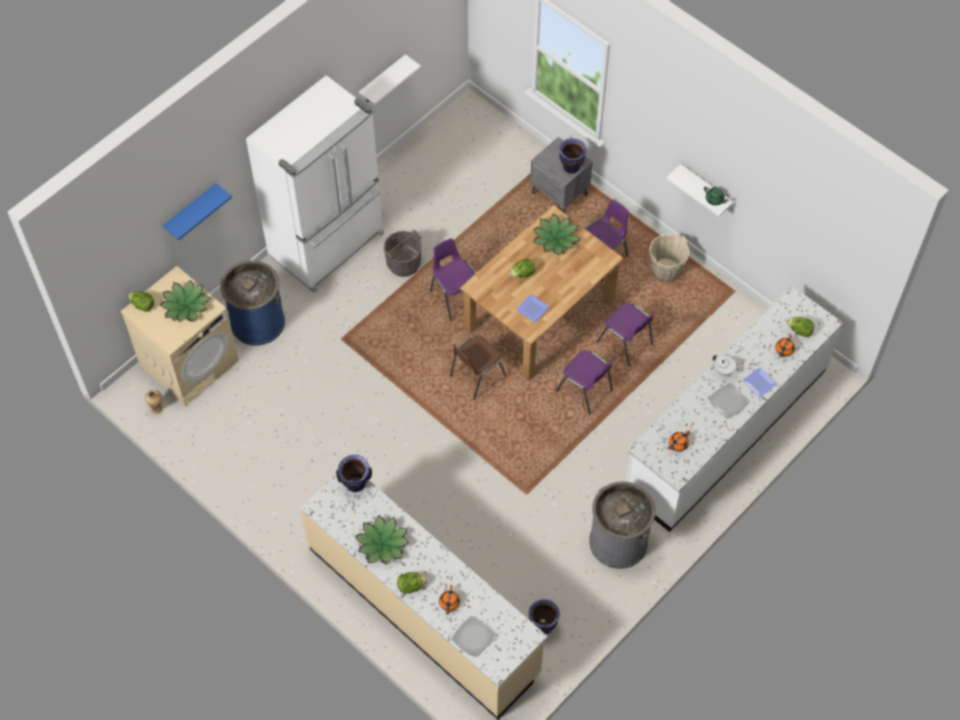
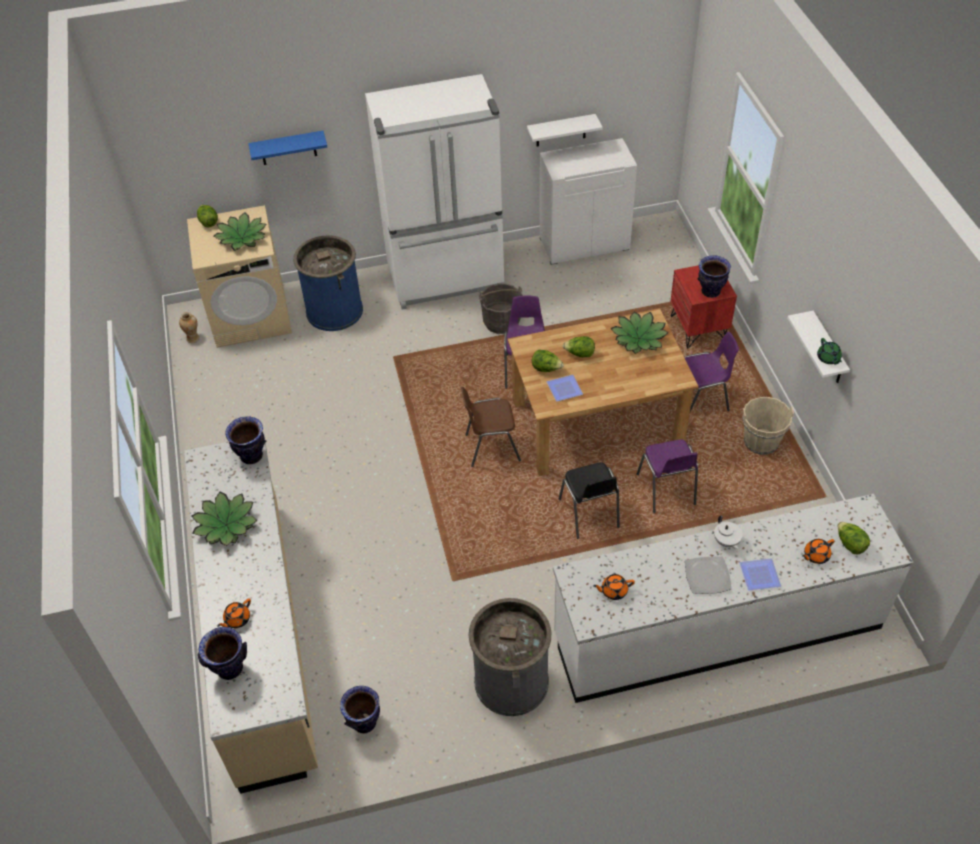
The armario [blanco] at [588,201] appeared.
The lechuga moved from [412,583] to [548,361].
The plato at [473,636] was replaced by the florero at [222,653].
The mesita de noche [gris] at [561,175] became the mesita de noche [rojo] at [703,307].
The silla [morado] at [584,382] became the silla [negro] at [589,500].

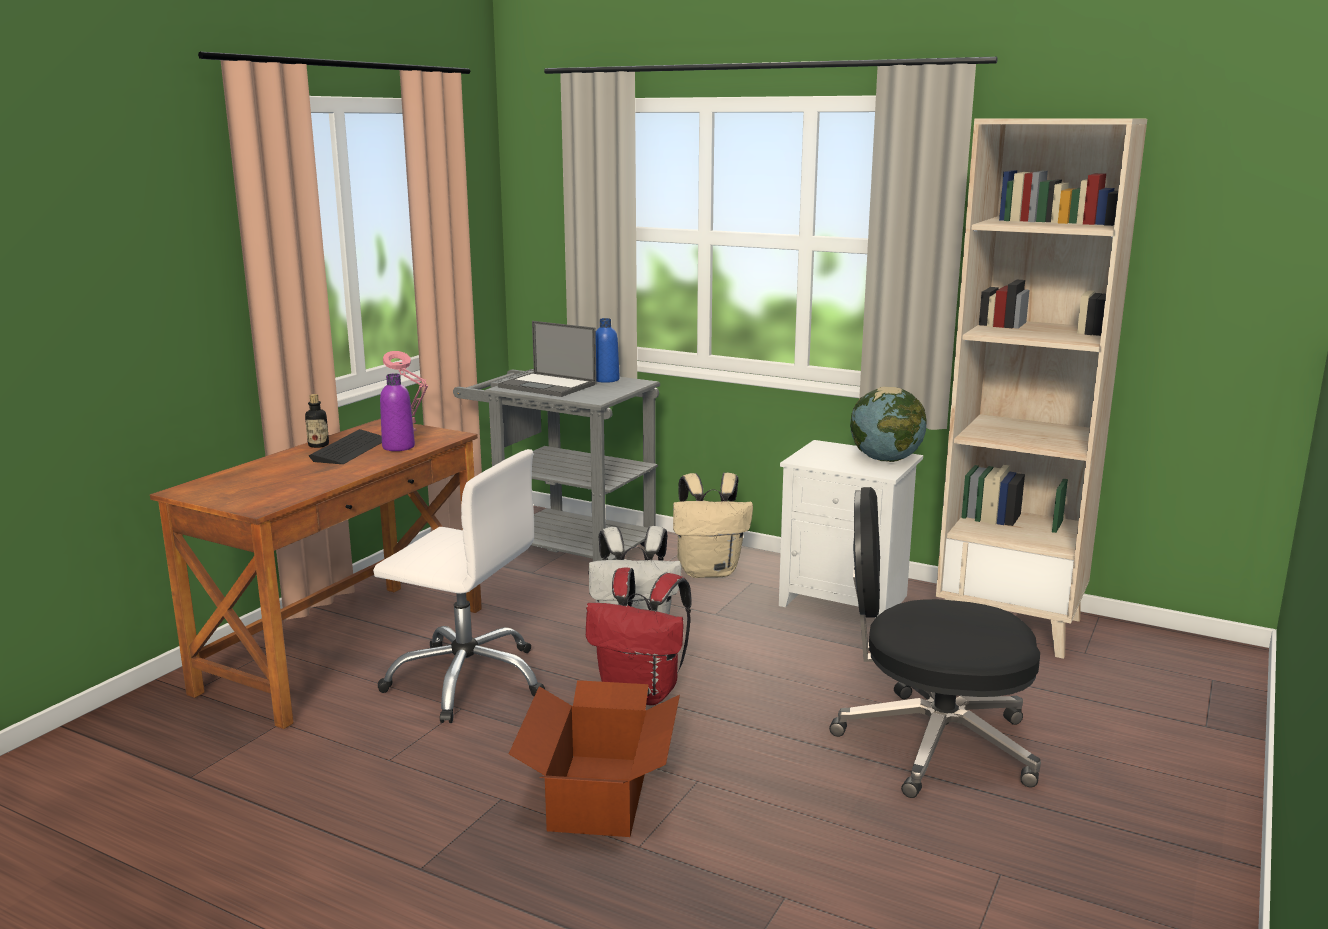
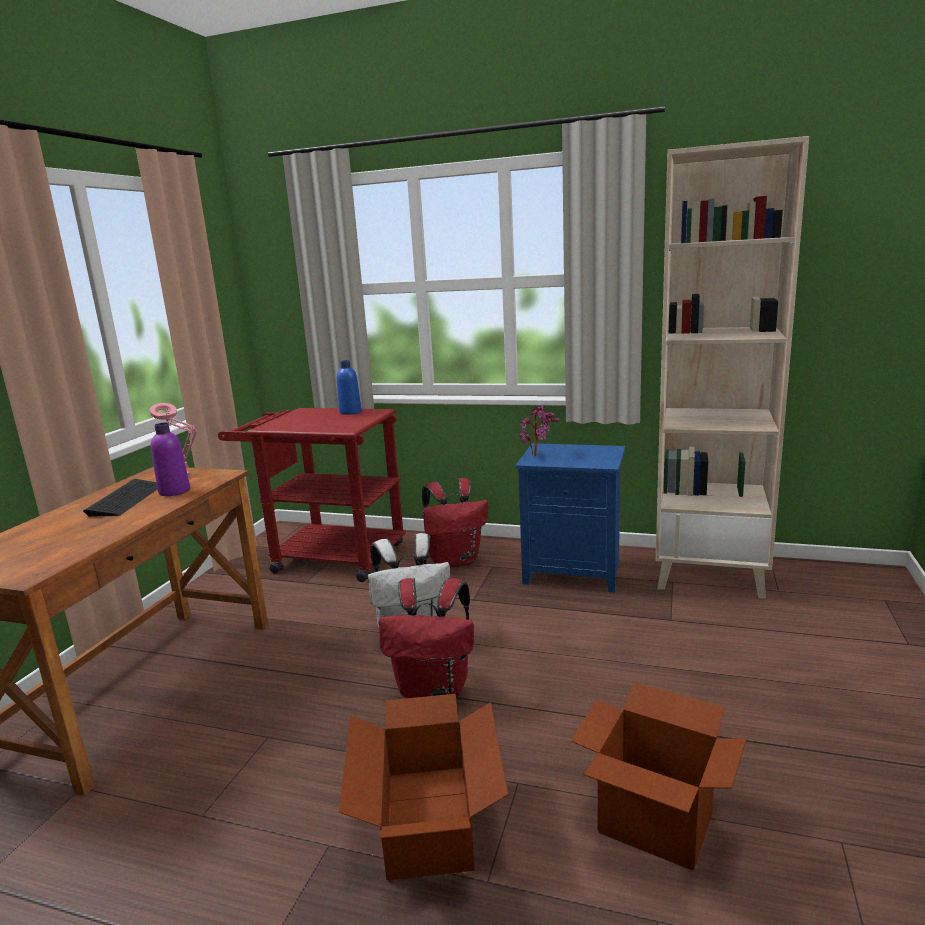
The botella at [317,421] disappeared.
The silla de oficina [blanco] at [459,586] disappeared.
The portátil at [547,359] disappeared.
The silla de oficina [negro] at [935,642] disappeared.
The globo terráqueo at [888,424] disappeared.
The planta en maceta at [539,430] appeared.
The caja de cartón at [659,776] appeared.
The carrito [gris] at [556,471] became the carrito [rojo] at [312,495].
The mochila [beis] at [713,525] became the mochila [rojo] at [455,523].
The mesita de noche [blanco] at [851,529] became the mesita de noche [azul] at [570,518].

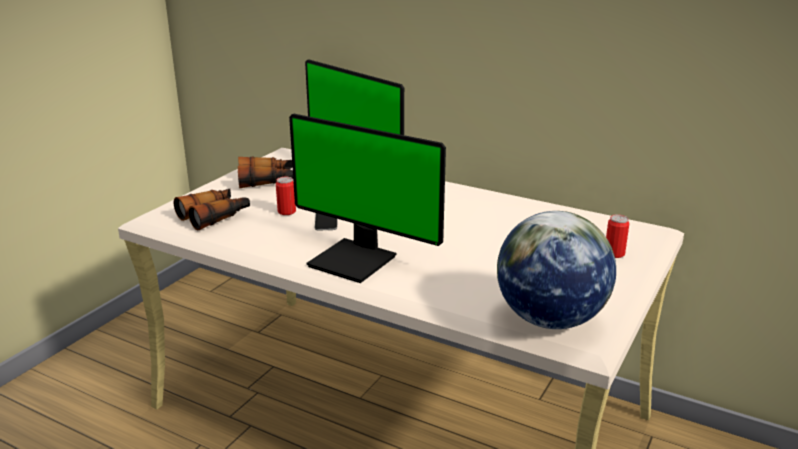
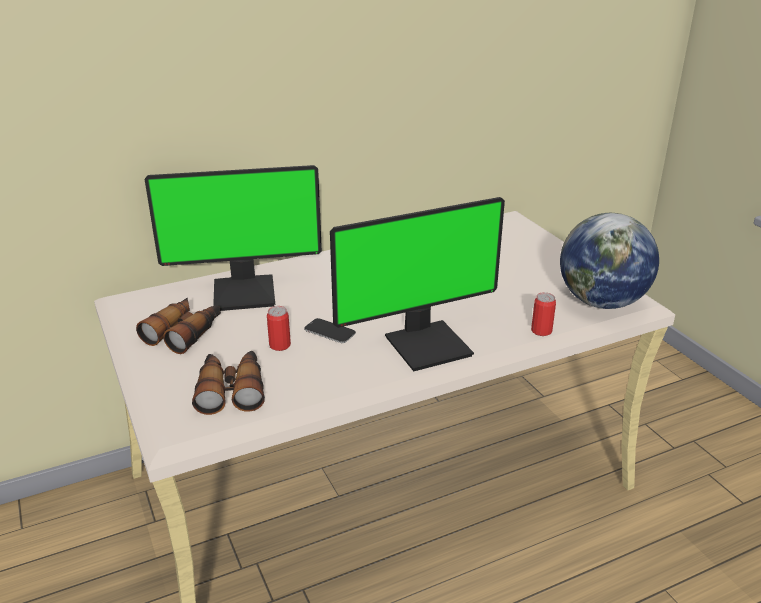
The lata moved from [617,236] to [543,314].

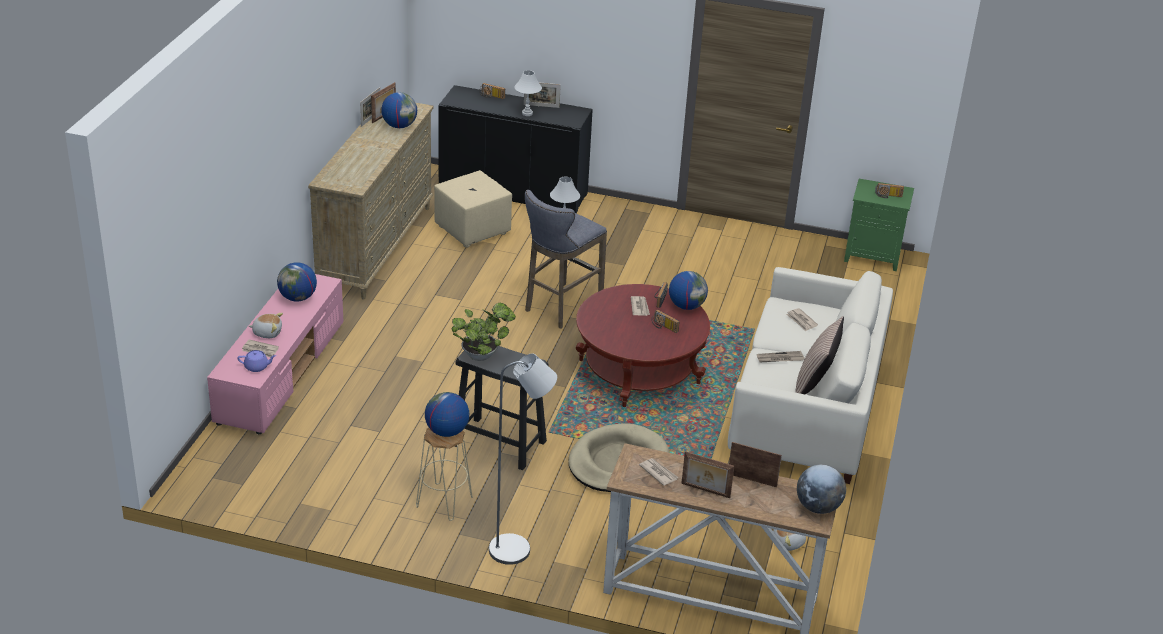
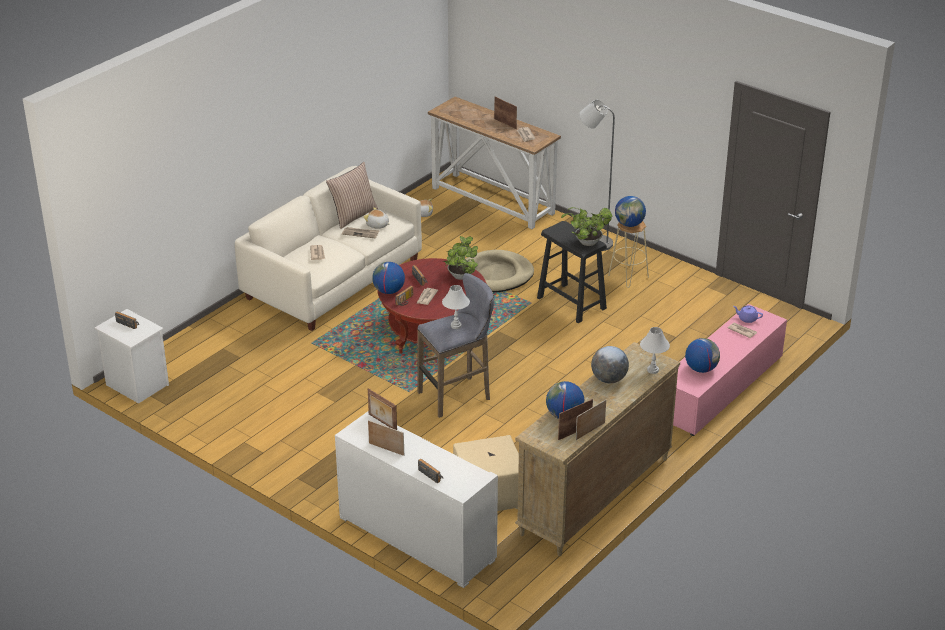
The planta en maceta at [460,258] appeared.
The peluche moved from [266,325] to [377,218].
The lámpara de mesa [blanco] moved from [528,93] to [655,350].
The portarretratos moved from [755,464] to [382,409].
The globo terráqueo moved from [821,489] to [610,364].
The armario [negro] at [515,149] became the armario [blanco] at [416,499].
The mesita de noche [verde] at [879,225] became the mesita de noche [blanco] at [132,356].

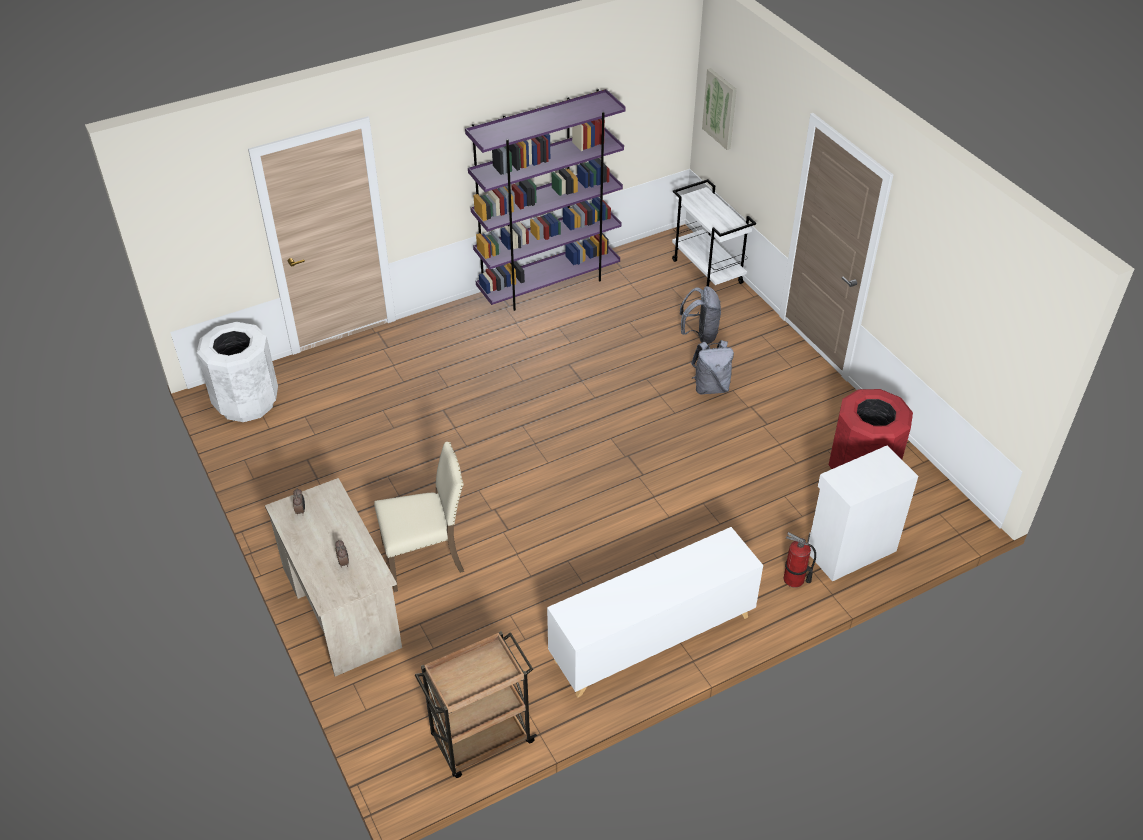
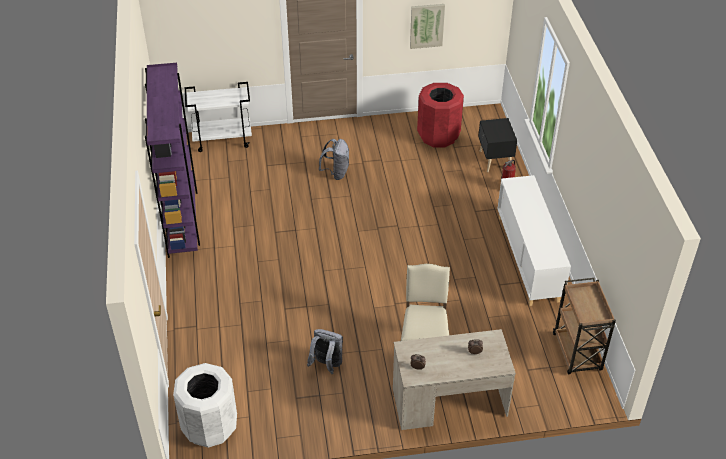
The mochila [gris] moved from [700,315] to [325,351].
The cuadro moved from [719,109] to [427,26].
The armario [blanco] at [862,513] was replaced by the mesita de noche [negro] at [497,145].

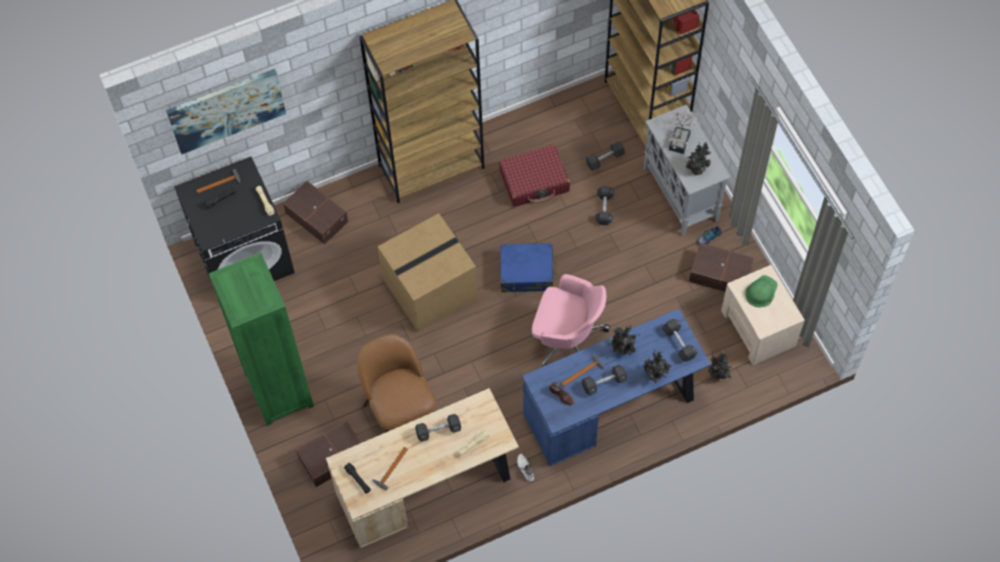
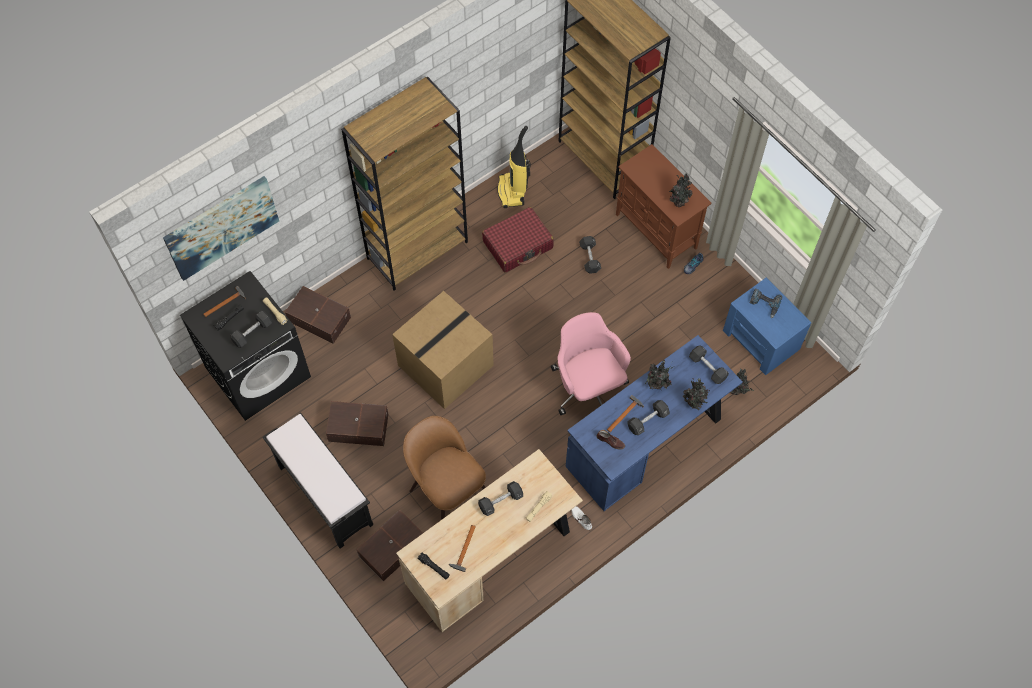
The maleta [azul] at [528,267] disappeared.
The planta en maceta at [682,131] disappeared.
The aspiradora at [514,167] appeared.
The mancuerna [negro] moved from [605,156] to [251,329].
The caja de almacenaje [marrón] moved from [721,267] to [357,423].
The estantería [verde] at [261,339] was replaced by the banco [negro] at [318,481].
The casco [verde] at [761,291] was replaced by the taladro at [766,303].
The armario [gris] at [687,170] became the armario [marrón] at [664,206].
The mesita de noche [beis] at [763,315] became the mesita de noche [azul] at [767,326].
The silla de oficina [rosa] at [571,320] turned 120 degrees counterclockwise.

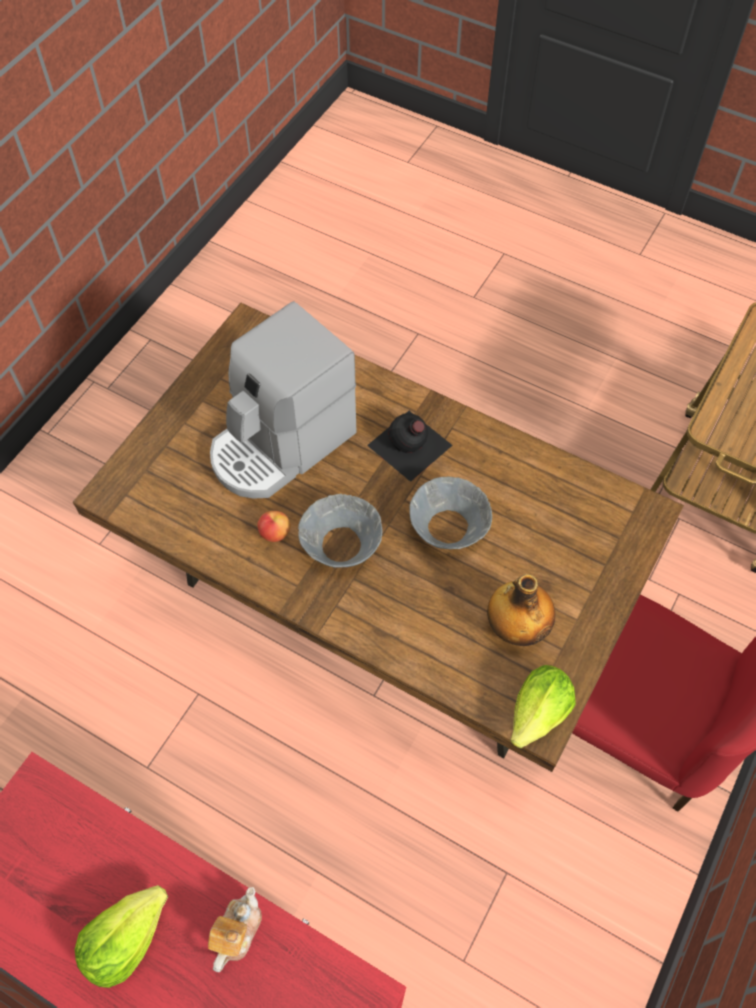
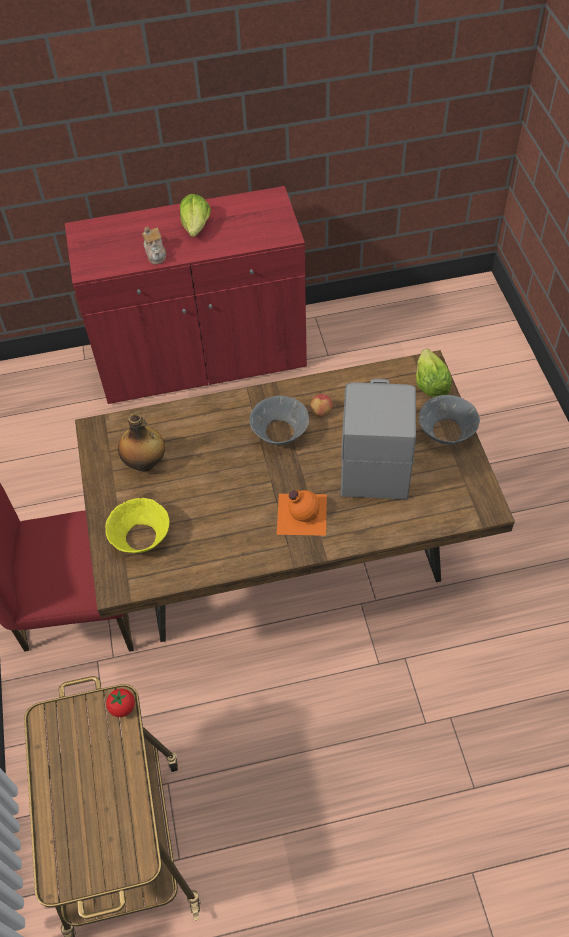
The cuenco [amarillo] at [137,525] appeared.
The tomate at [120,703] appeared.
The cuenco [gris] moved from [451,513] to [449,420].
The lechuga moved from [543,706] to [434,373].
The botella [negro] at [410,446] became the botella [naranja] at [302,513].

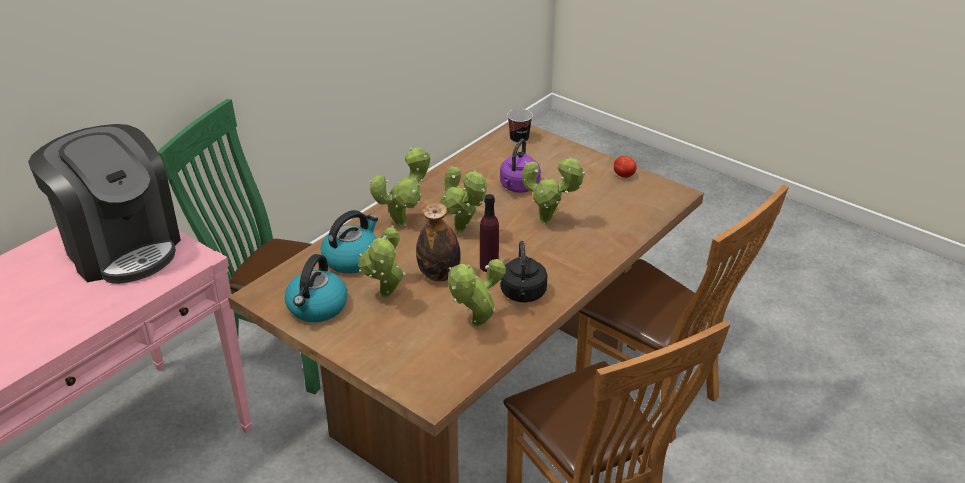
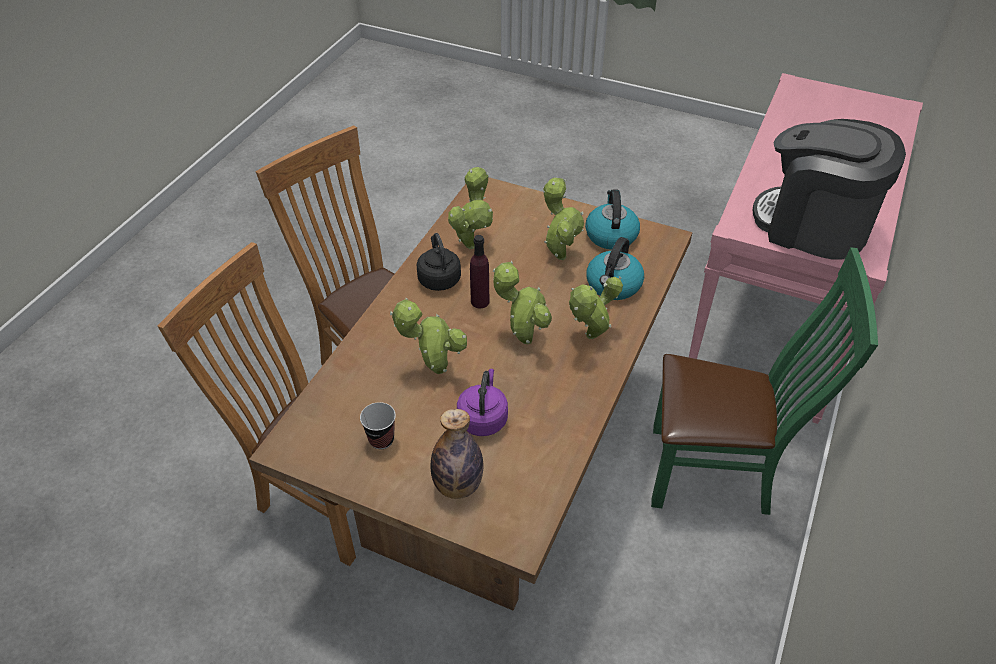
The tomate at [625,167] disappeared.
The botella moved from [438,242] to [457,454].
The taza moved from [520,126] to [378,425].

